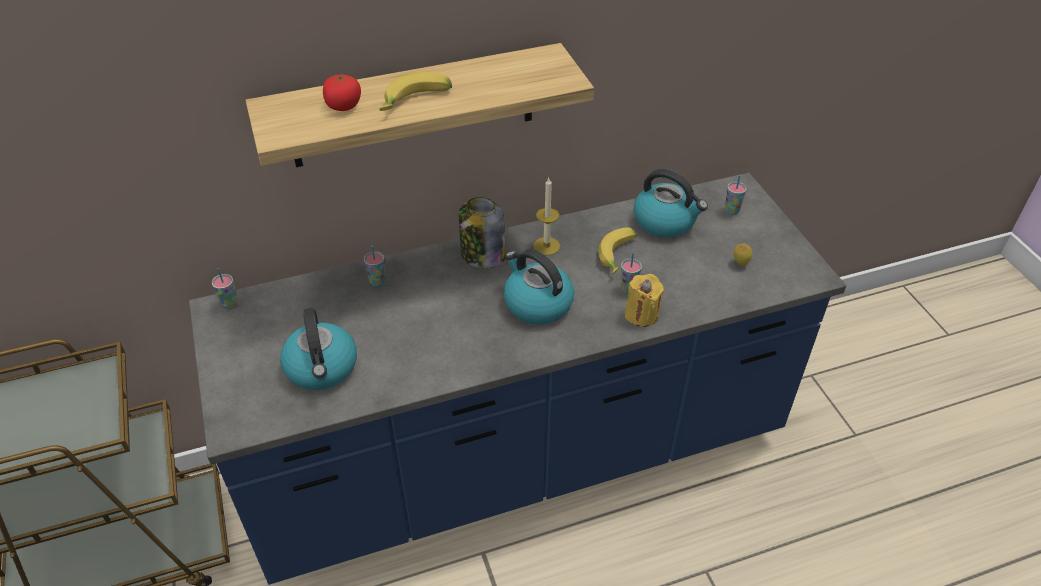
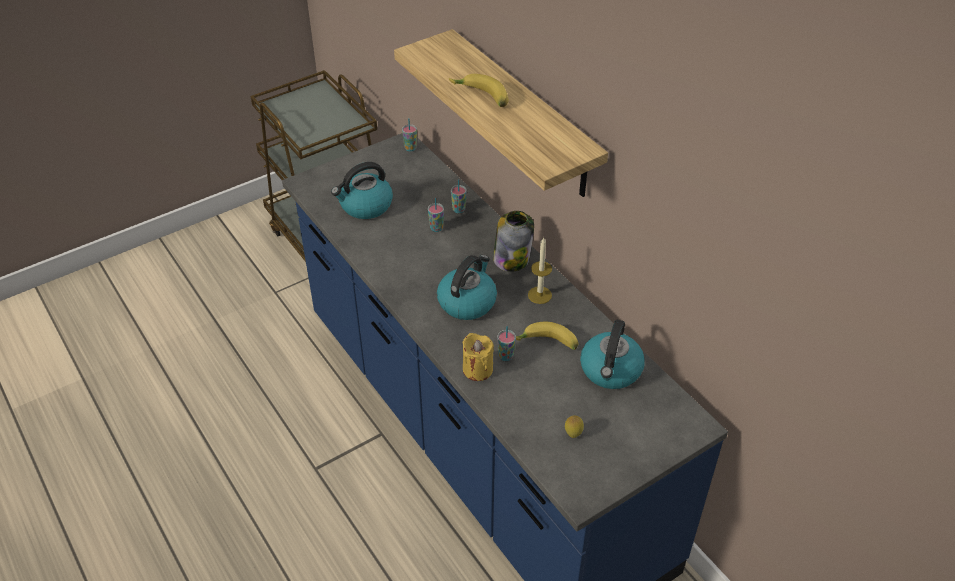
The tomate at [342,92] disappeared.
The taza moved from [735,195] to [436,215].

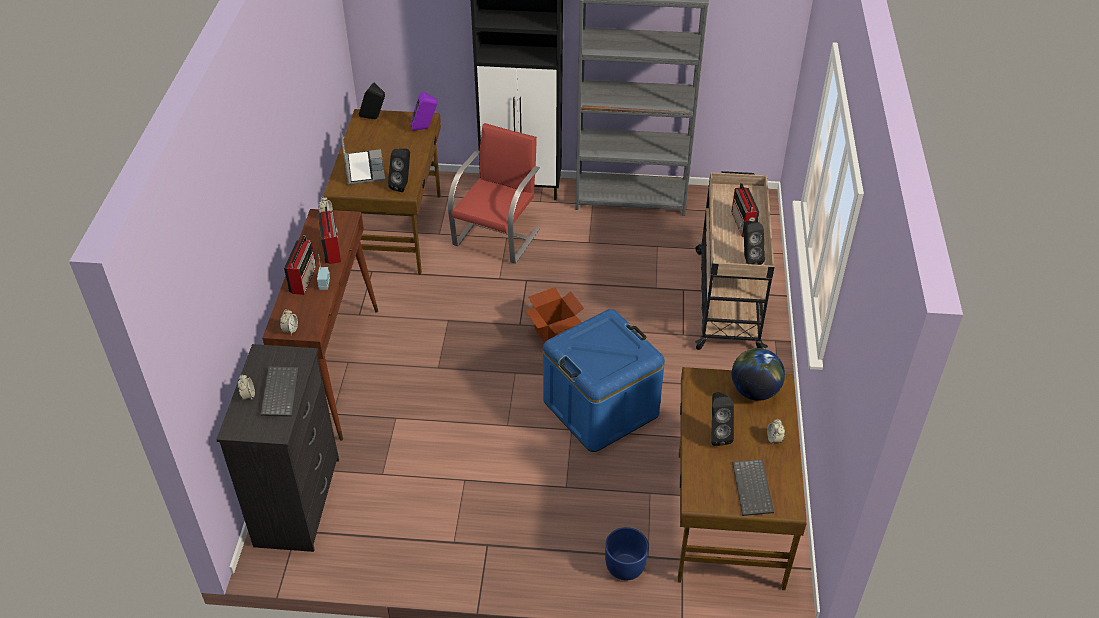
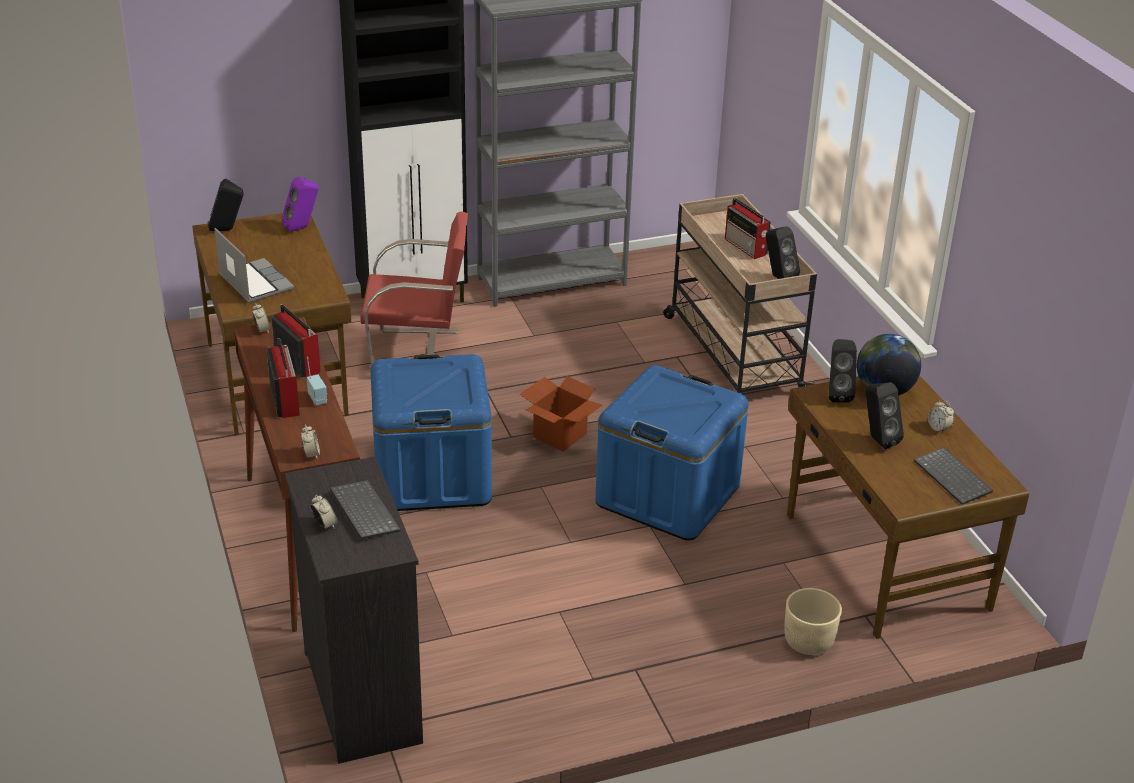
The caja de almacenaje [azul] at [431,432] appeared.
The altavoz [negro] moved from [399,170] to [843,371].
The maceta [azul] at [627,553] became the maceta [beis] at [813,621].
The silla [rojo] at [494,193] turned 90 degrees clockwise.

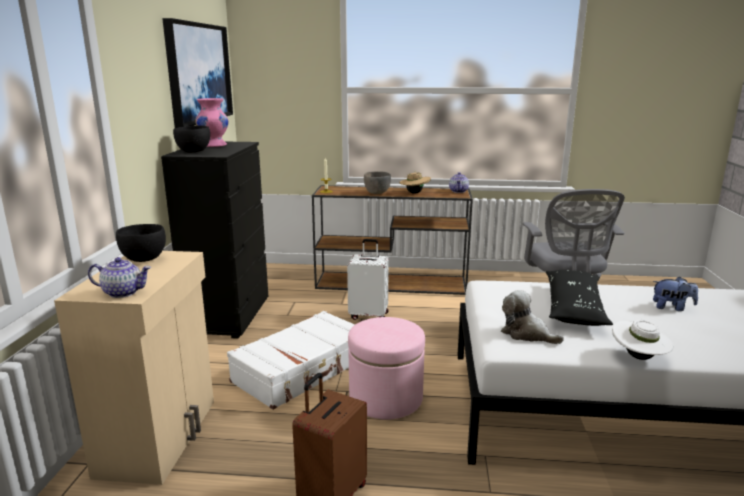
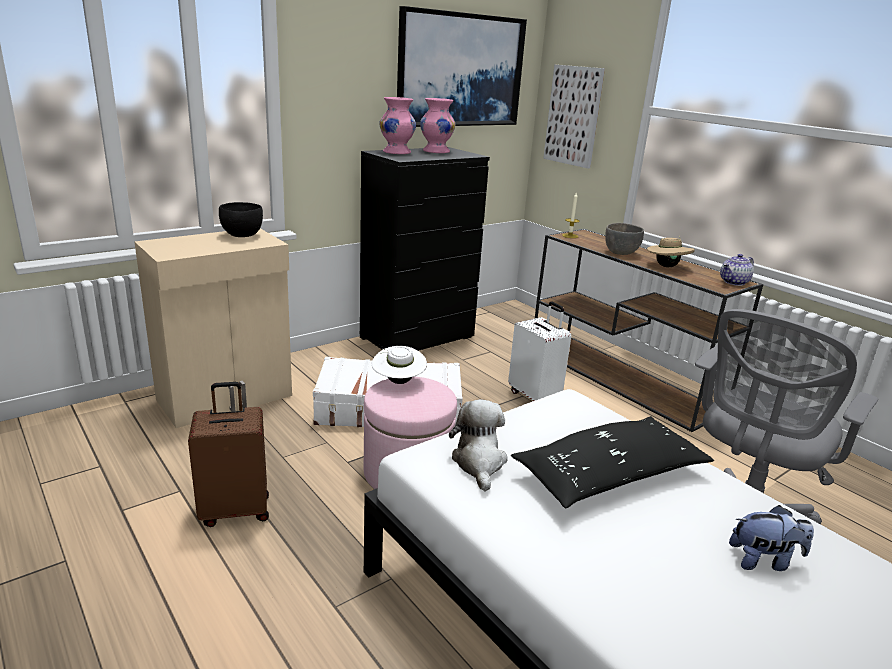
The tetera at [119,277] disappeared.
The cuadro at [574,116] appeared.
The sombrero [blanco] moved from [643,340] to [399,365].
The cuenco [negro] at [191,138] was replaced by the florero [rosa] at [398,125].
The peluche at [675,294] turned 60 degrees counterclockwise.

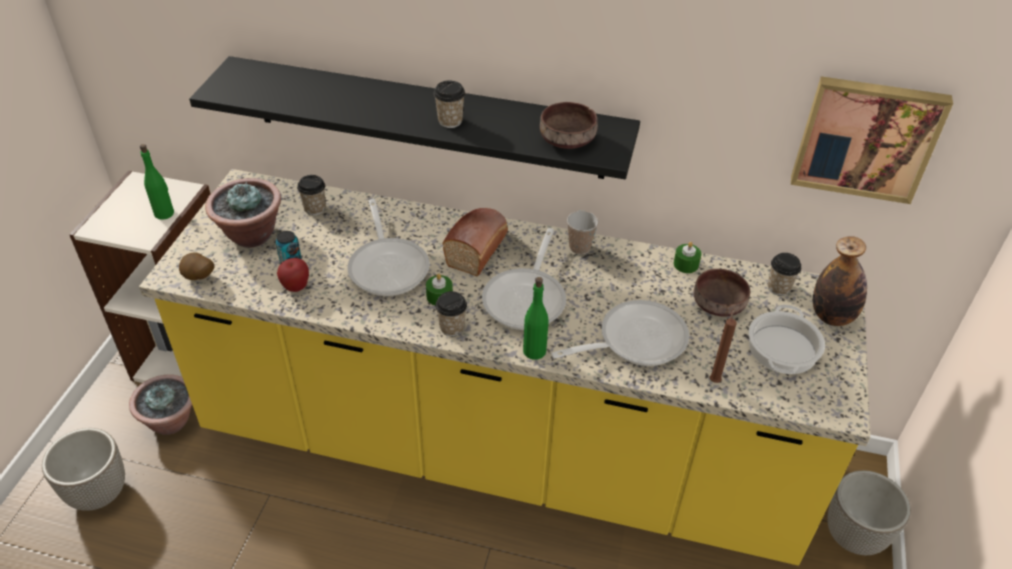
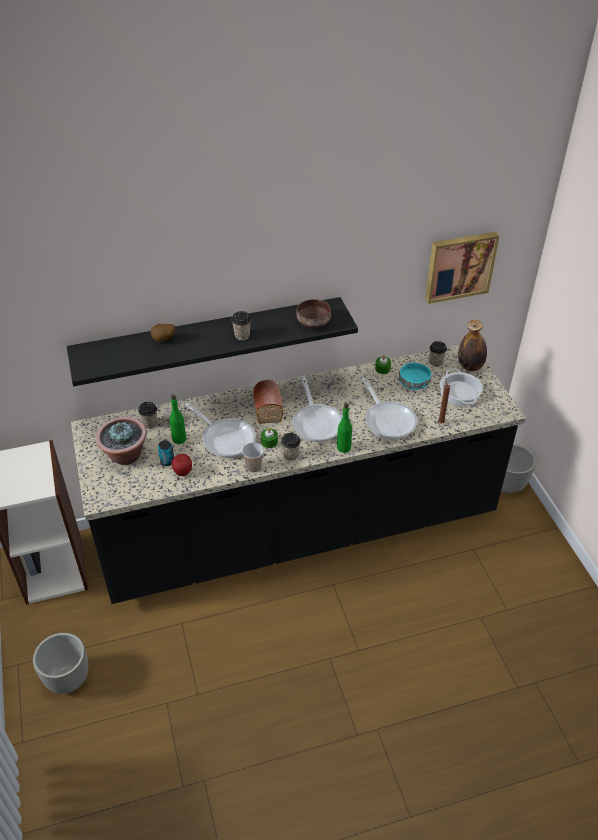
The planta en maceta at [160,405] disappeared.
The botella [verde] moved from [157,182] to [177,419].
The patata moved from [196,266] to [162,333].
The taza moved from [582,233] to [253,457].
The mueble bajo de cocina [amarillo] at [504,367] became the mueble bajo de cocina [negro] at [298,474].
The cuenco [marrón] at [721,293] became the cuenco [turquesa] at [415,376].
The sartén at [620,333] turned 120 degrees clockwise.

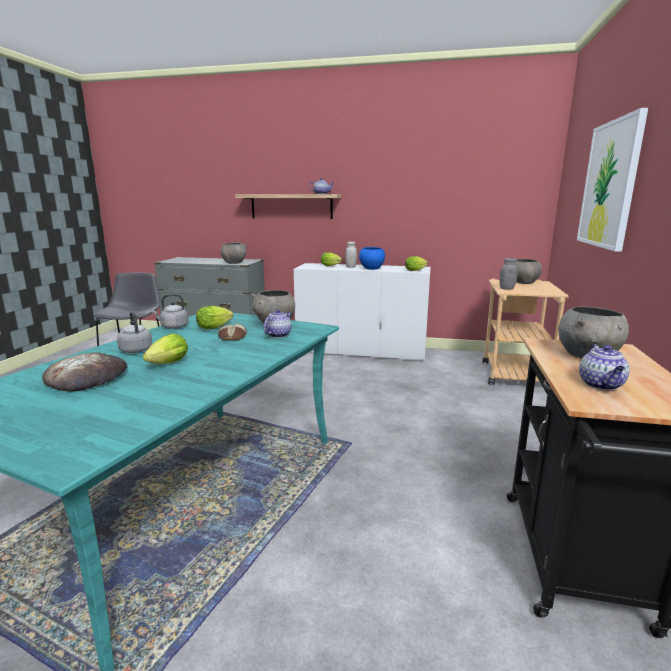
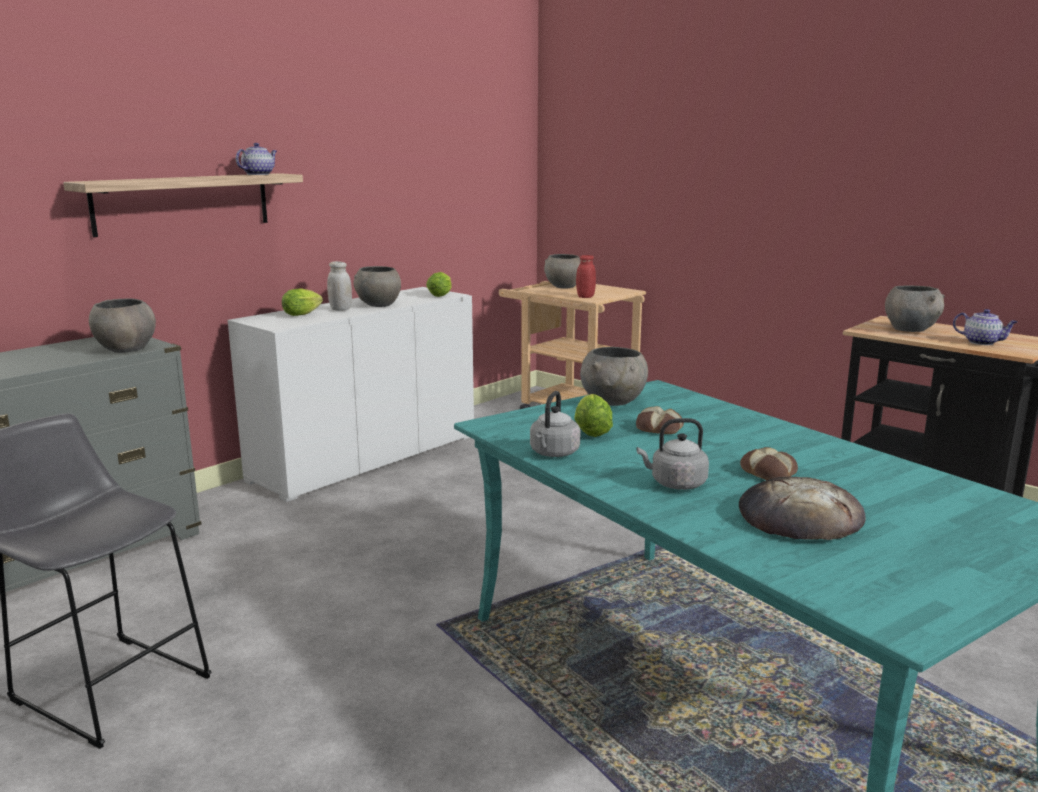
The tetera at [277,323] disappeared.
The cuadro at [612,180] disappeared.
The lechuga at [165,348] was replaced by the pan at [769,463].
The cuenco [azul] at [372,258] became the cuenco [gris] at [377,286].
The tarro [gris] at [508,274] became the tarro [rojo] at [586,276].

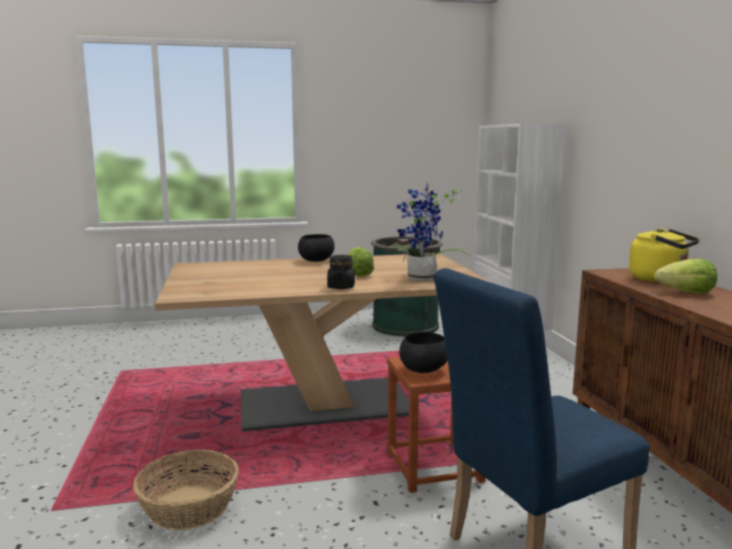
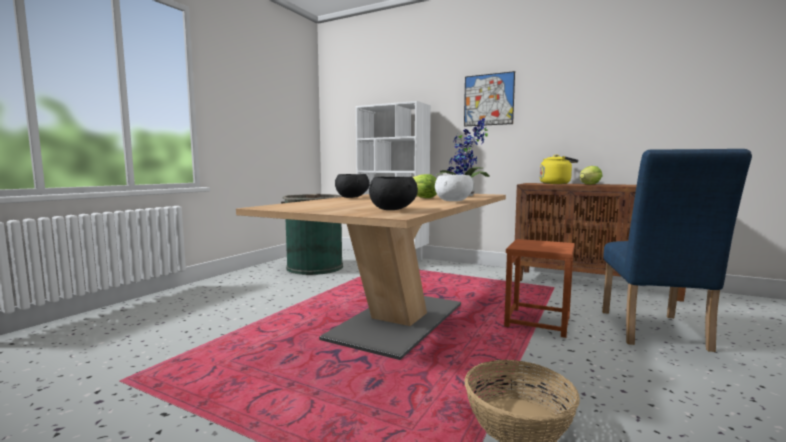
The cuadro at [489,98] appeared.
The cuenco [negro] moved from [423,352] to [393,193].
The tarro [negro] at [341,272] was replaced by the cuenco [blanco] at [454,188].

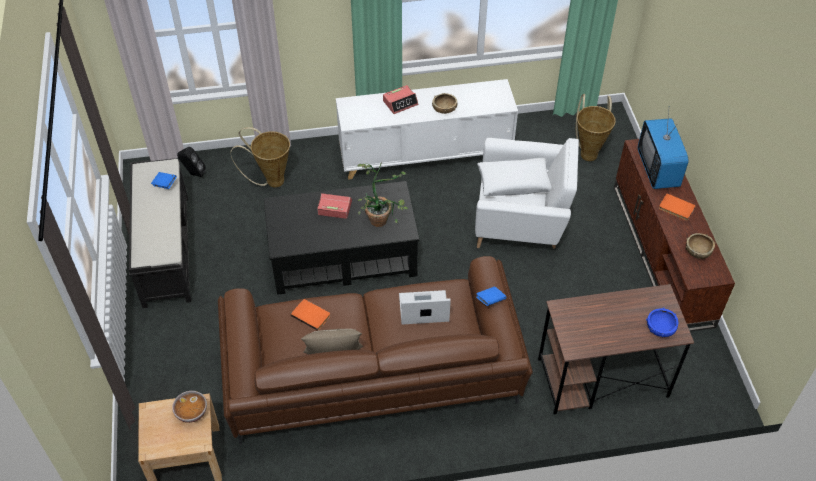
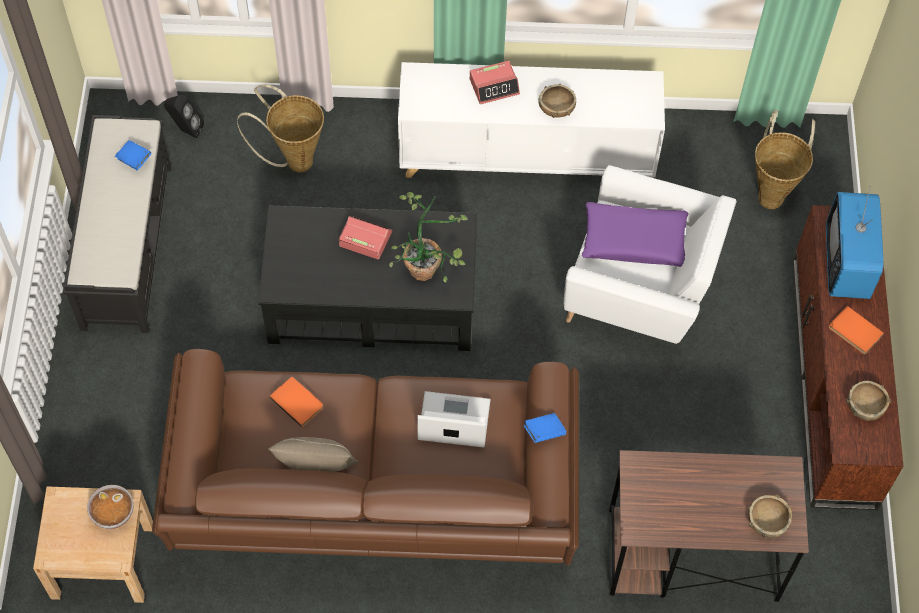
The cojín [blanco] at [514,177] became the cojín [morado] at [635,234].
The cuenco [azul] at [662,322] became the cuenco [marrón] at [770,516].

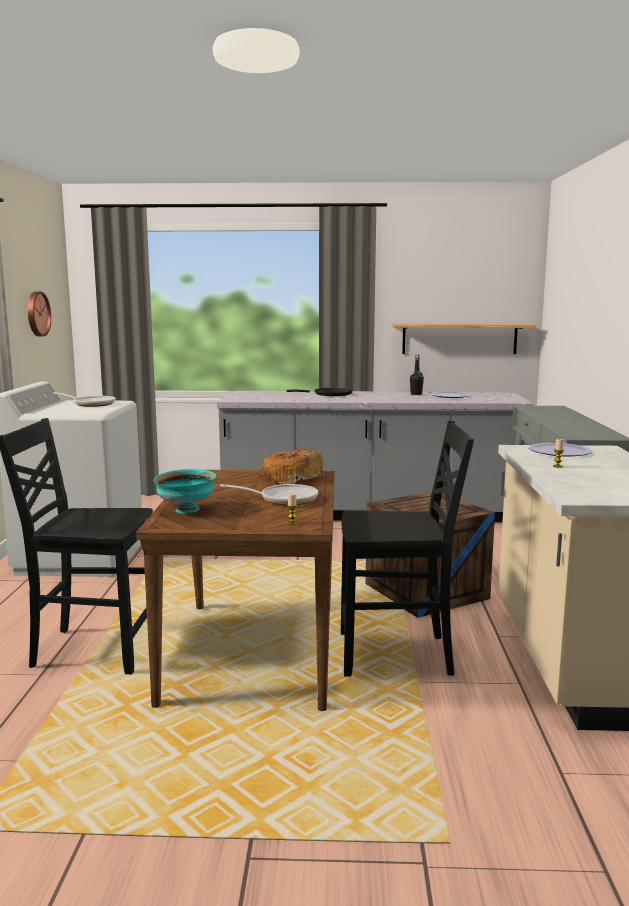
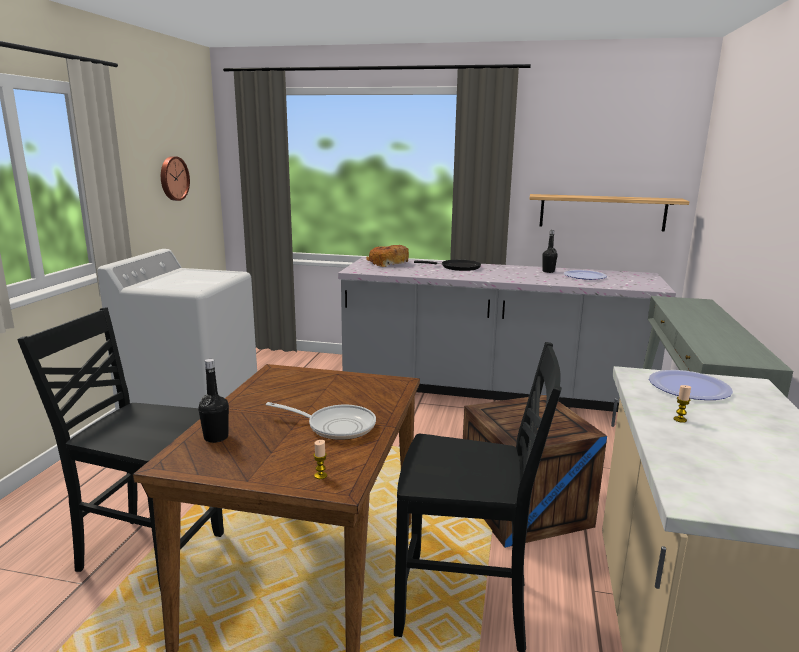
The sartén at [84,399] disappeared.
The pan moved from [290,466] to [387,256].
The cuenco [turquesa] at [185,491] was replaced by the botella [negro] at [213,401].

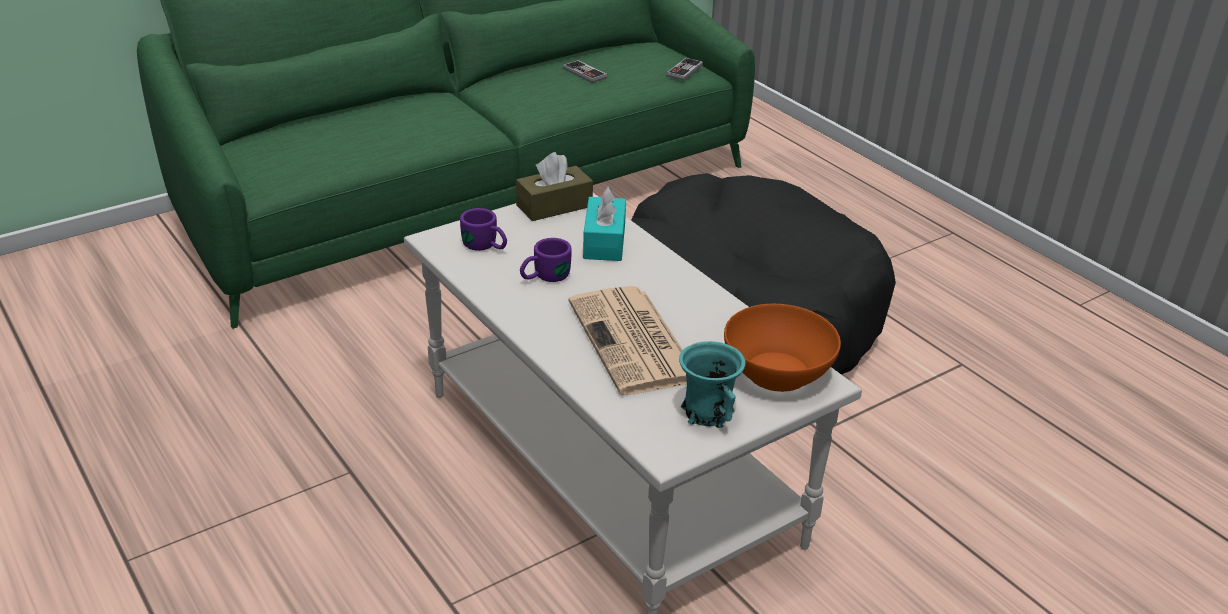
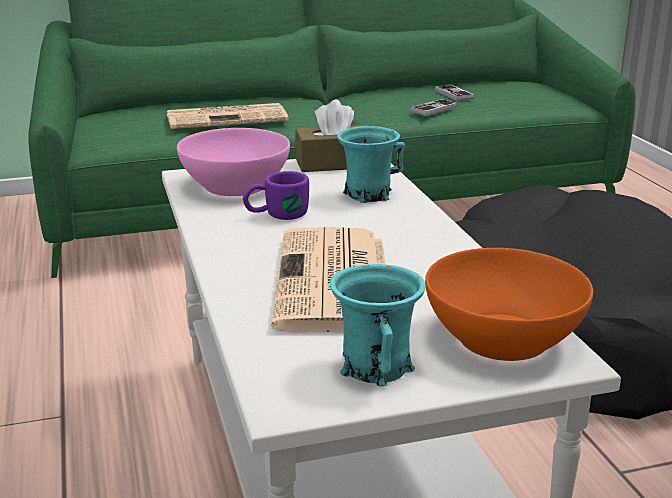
The periódico at [227,116] appeared.
The mando de consola moved from [684,69] to [433,107].
The taza grande [morado] at [483,229] was replaced by the cuenco [rosa] at [233,162].
The caja de pañuelos [turquesa] at [604,223] was replaced by the taza grande [turquesa] at [371,164].

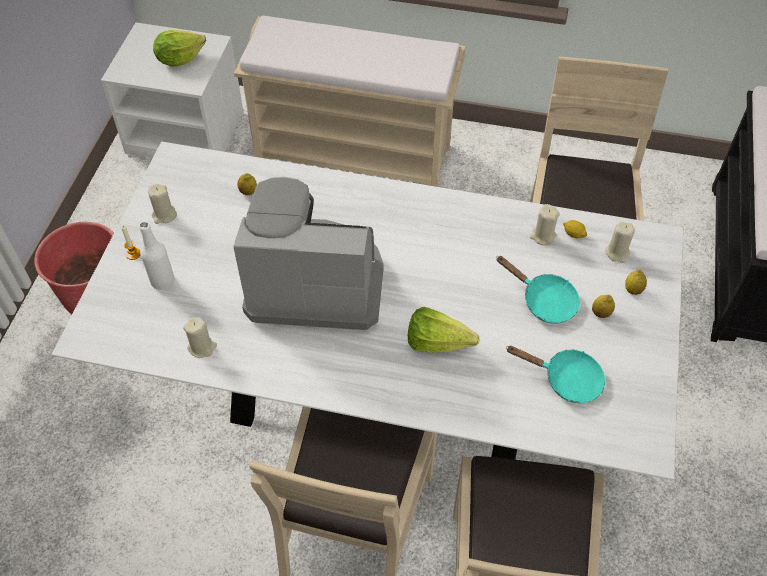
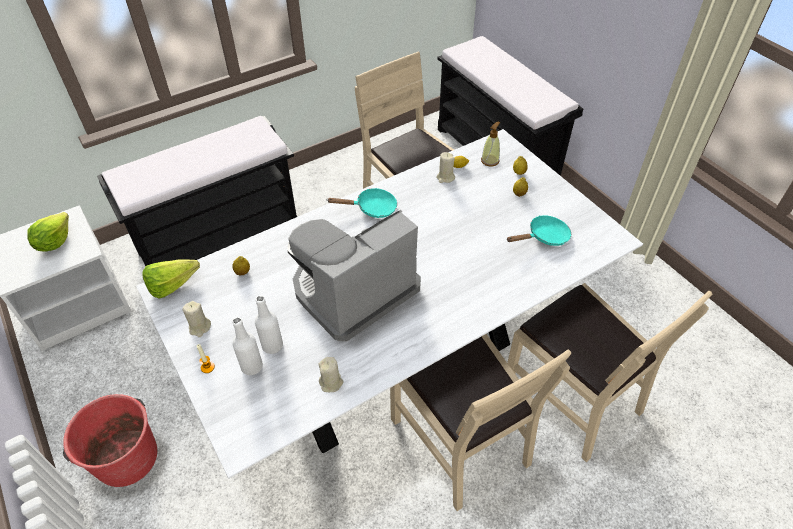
The botella [blanco] at [269,325] appeared.
The lechuga moved from [444,330] to [171,279].
The sartén [turquesa] moved from [538,290] to [362,203].
The vela [beis] at [620,242] was replaced by the dispensador de jabón at [491,144].
The banco [beis] at [350,101] became the banco [negro] at [197,191].

